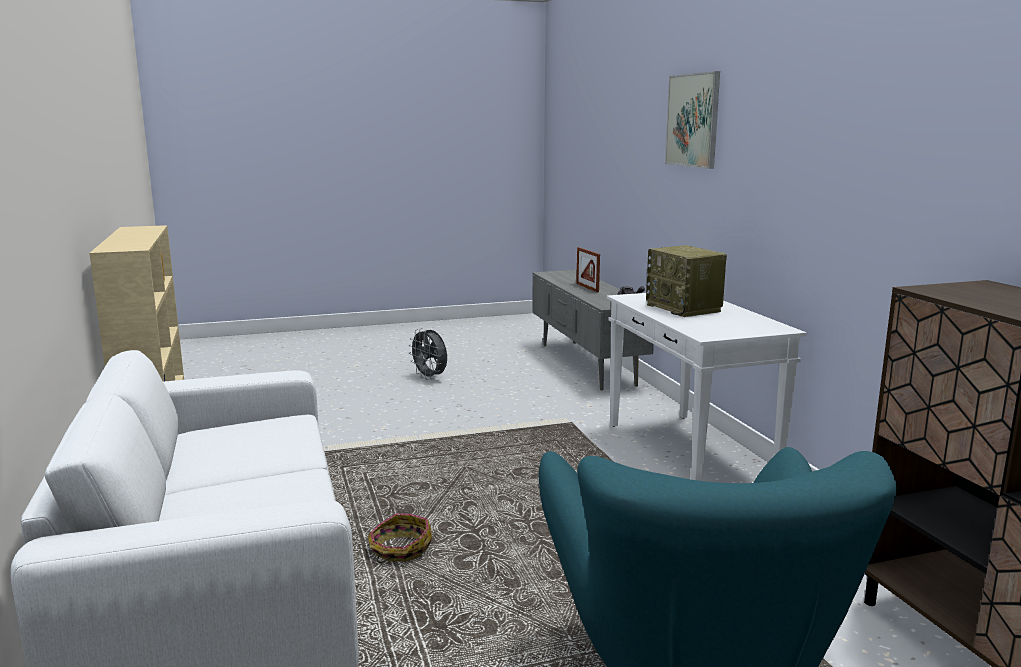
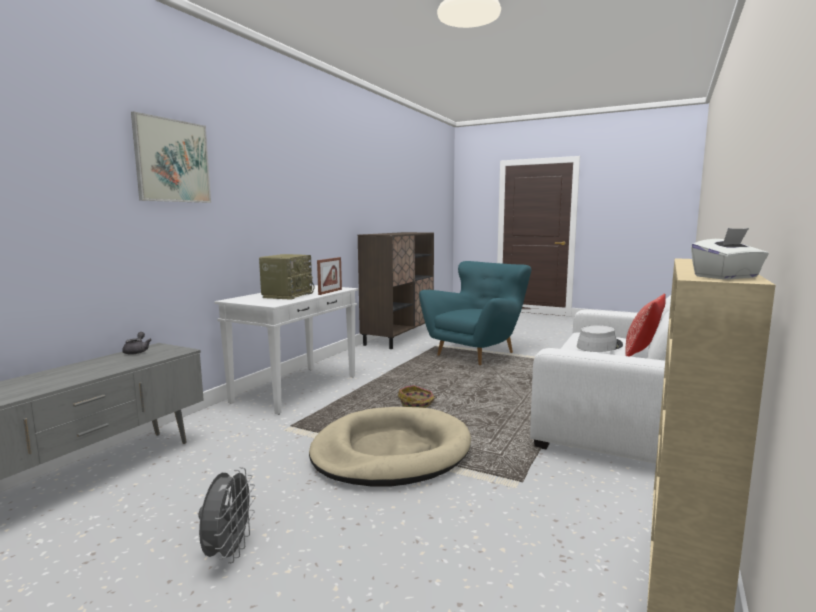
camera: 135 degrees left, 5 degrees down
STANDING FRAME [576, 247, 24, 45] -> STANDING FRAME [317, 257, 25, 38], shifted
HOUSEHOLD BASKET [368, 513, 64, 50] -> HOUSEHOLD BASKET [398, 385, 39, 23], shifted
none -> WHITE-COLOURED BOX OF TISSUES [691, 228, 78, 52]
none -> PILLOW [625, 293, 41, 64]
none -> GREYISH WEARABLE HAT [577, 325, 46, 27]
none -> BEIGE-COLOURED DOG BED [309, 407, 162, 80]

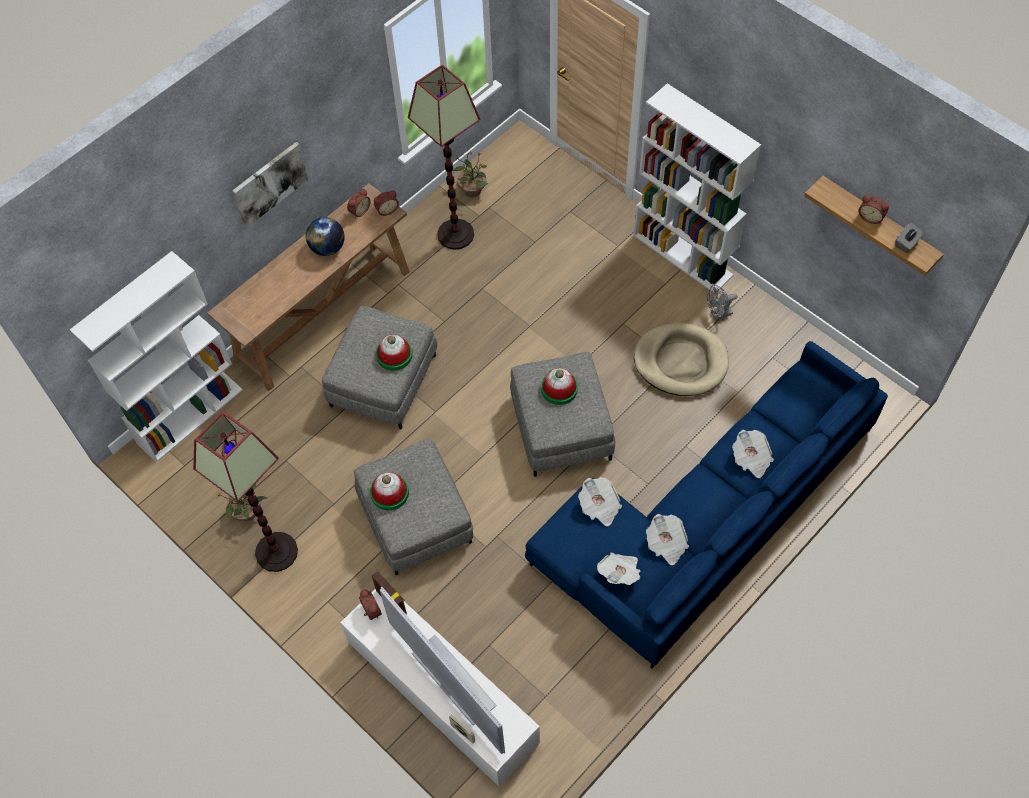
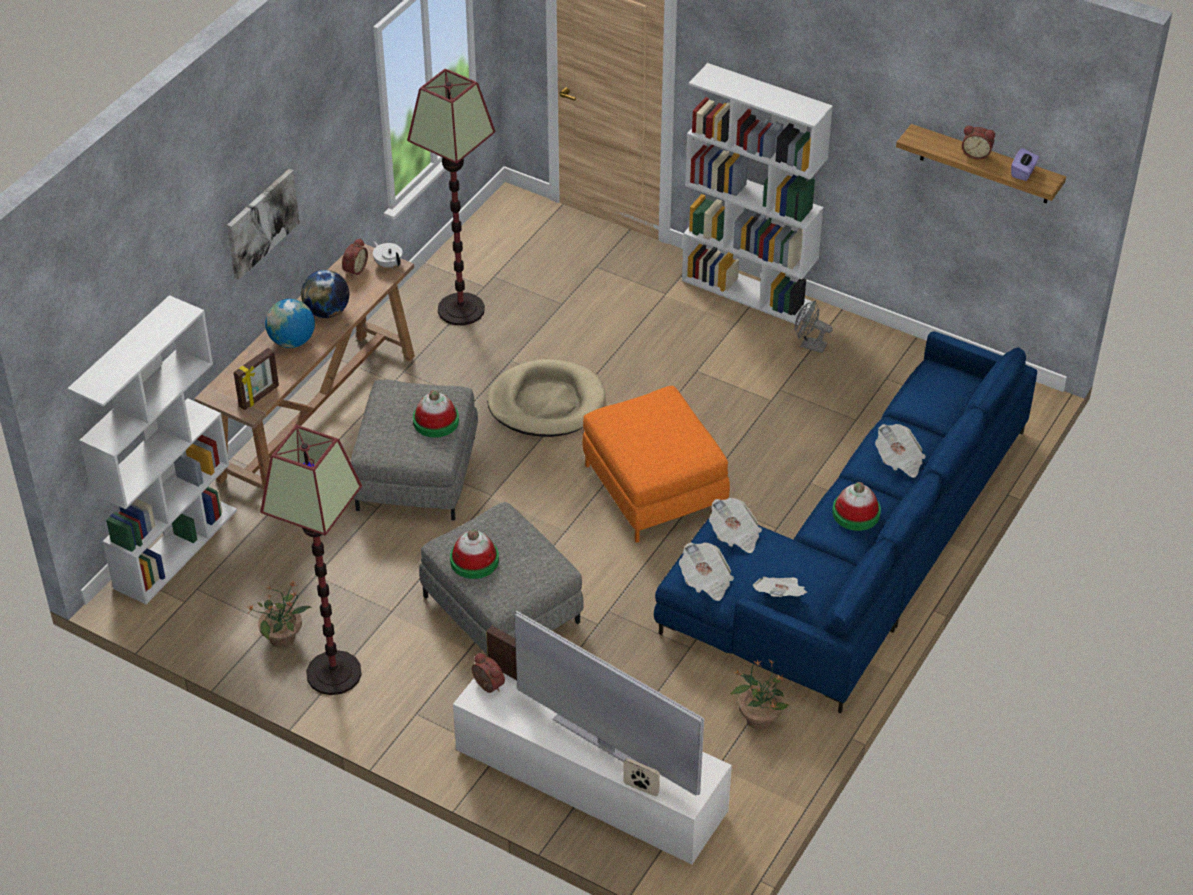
camera: 15 degrees left, 15 degrees down
HOUSEPLANT [453, 151, 35, 46] -> HOUSEPLANT [731, 659, 58, 71], shifted
ALARM CLOCK [374, 190, 25, 26] -> WHITE-COLOURED TEA POT [373, 241, 29, 27]
GREYISH BOX OF TISSUES [895, 222, 29, 31] -> PURPLISH BOX OF TISSUES [1011, 148, 28, 33]
GREYISH COOLING FAN [707, 285, 31, 35] -> GREYISH COOLING FAN [795, 301, 37, 52], 60 degrees clockwise
BEIGE-COLOURED DOG BED [634, 322, 95, 74] -> BEIGE-COLOURED DOG BED [487, 359, 119, 78], shifted
GREYISH POUFFE [510, 352, 105, 125] -> ORANGE-COLOURED POUFFE [582, 386, 148, 157]
WEARABLE HAT [541, 368, 37, 37] -> WEARABLE HAT [832, 482, 49, 49], shifted
PRINTED PAPER [646, 514, 43, 51] -> PRINTED PAPER [679, 542, 55, 59], shifted
none -> GLOBE [265, 299, 50, 49]
none -> STANDING FRAME [234, 348, 45, 62]

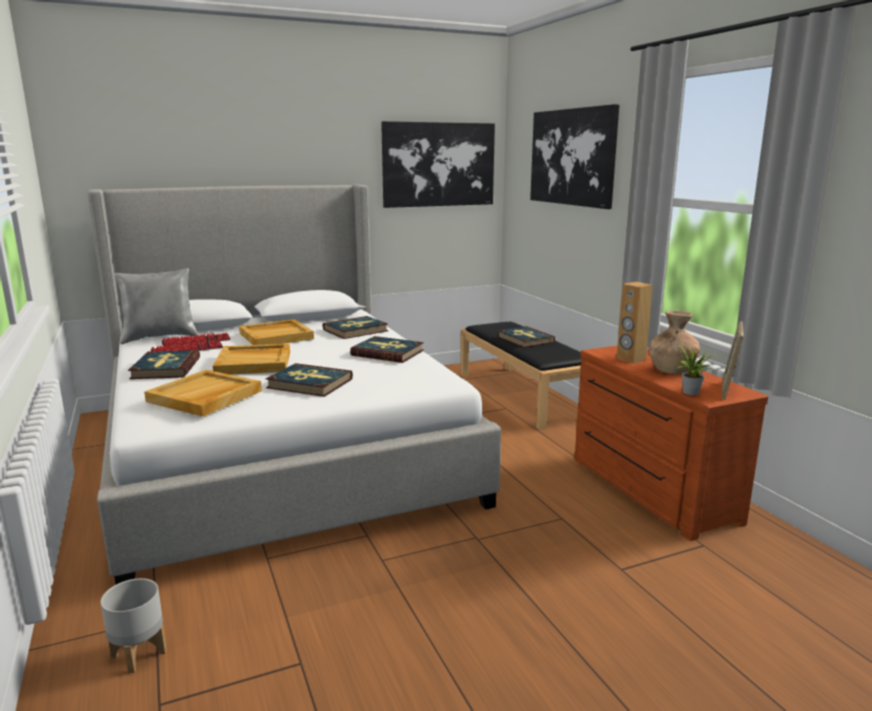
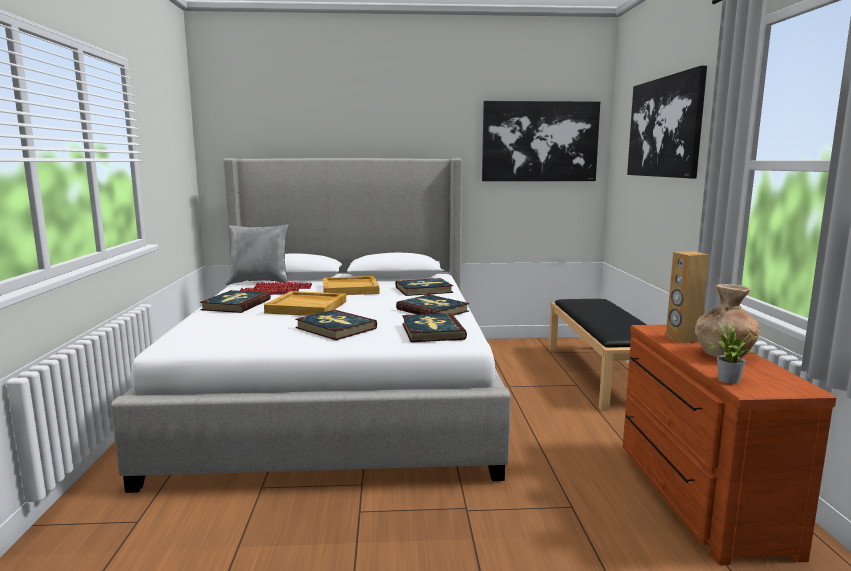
camera: 20 degrees right, 5 degrees down
STANDING FRAME [722, 321, 22, 79] -> none
BOOK [497, 326, 58, 22] -> BOOK [402, 313, 65, 29], shifted
BEIGE-COLOURED SERVING TRAY [144, 370, 118, 47] -> none
GREYISH PLANT POT [101, 578, 66, 95] -> none

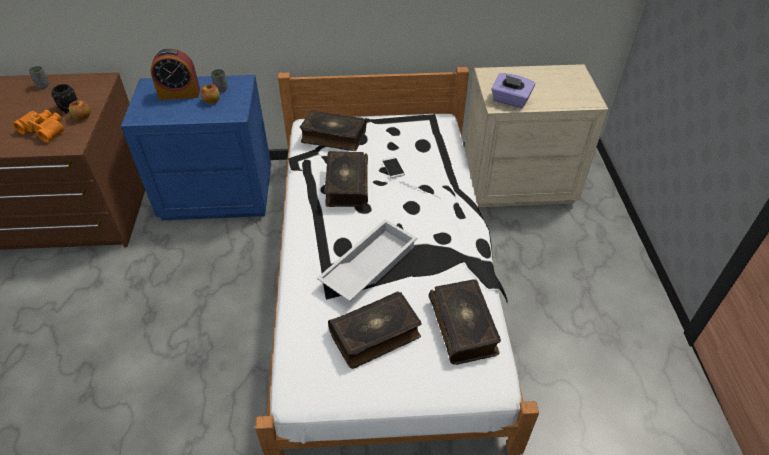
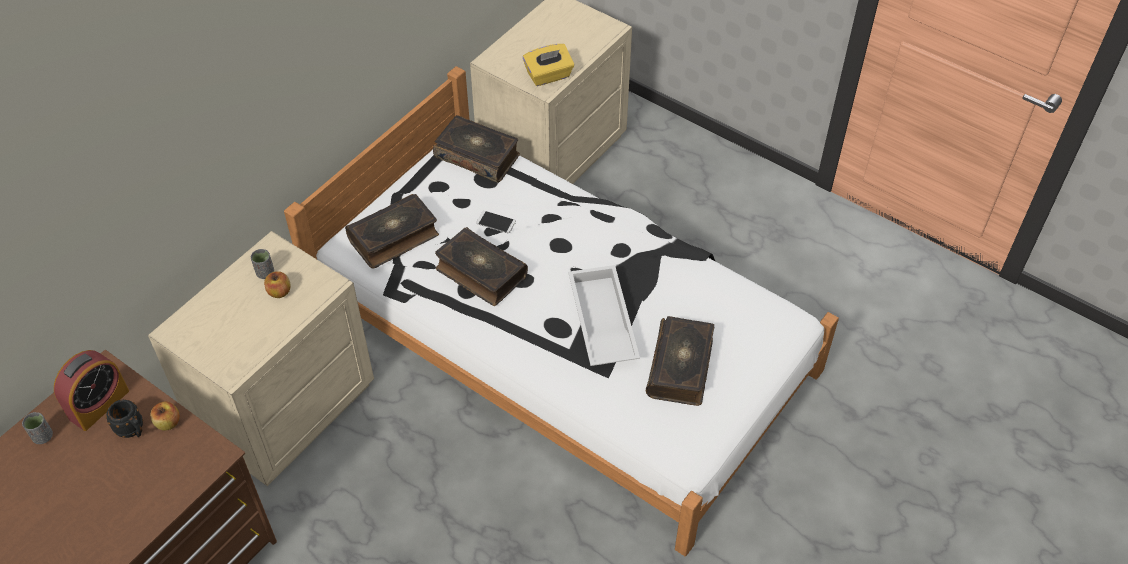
camera: 50 degrees left, 5 degrees up
ALARM CLOCK [151, 48, 49, 52] -> ALARM CLOCK [54, 350, 75, 81], shifted
PURPLISH BOX OF TISSUES [491, 73, 44, 35] -> YELLOWISH BOX OF TISSUES [523, 44, 51, 42]
BLUE NIGHT TABLE [121, 75, 150, 145] -> BEIGE-COLOURED NIGHT TABLE [148, 231, 226, 255]
ORANGE-COLOURED BINOCULARS [13, 110, 51, 33] -> none
BOOK [429, 279, 72, 86] -> BOOK [433, 115, 87, 68], shifted

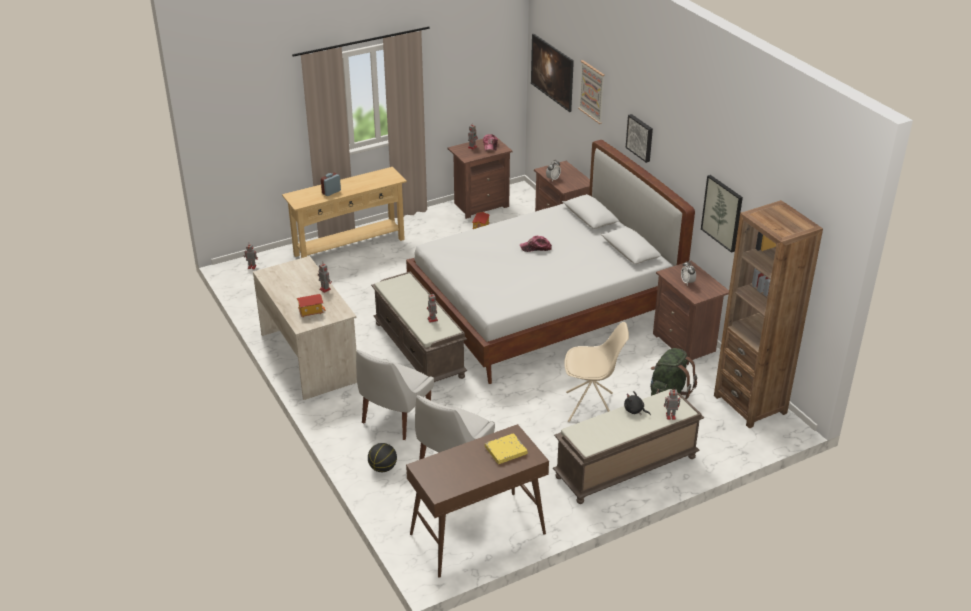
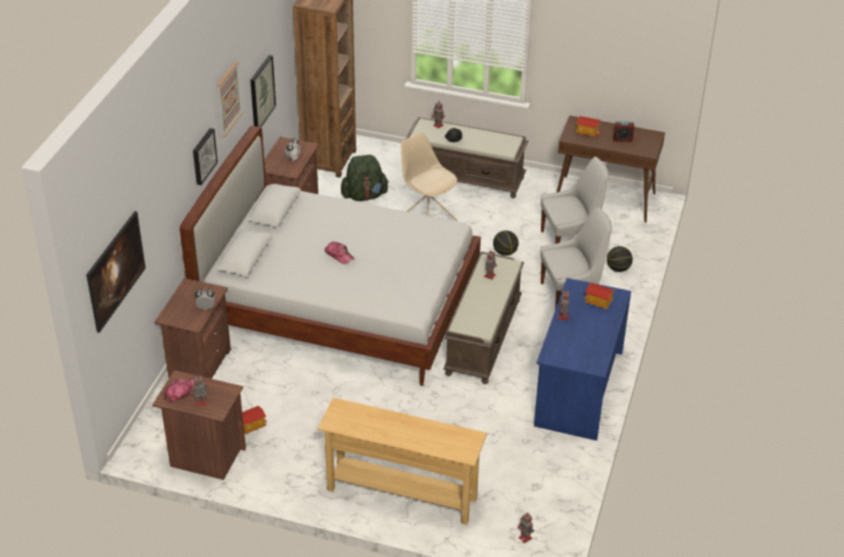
camera: 135 degrees left, 5 degrees up
WALL ART [578, 60, 27, 64] -> WALL ART [217, 62, 26, 75], shifted
ALARM CLOCK [321, 173, 20, 23] -> ALARM CLOCK [613, 121, 21, 21], shifted
BEIGE-COLOURED DESK UNIT [253, 256, 104, 144] -> BLUE DESK UNIT [534, 278, 97, 163]
YELLOWISH BOOK [485, 433, 43, 31] -> MINIATURE HOUSE [576, 116, 24, 21]
none -> BASKETBALL [493, 230, 26, 26]

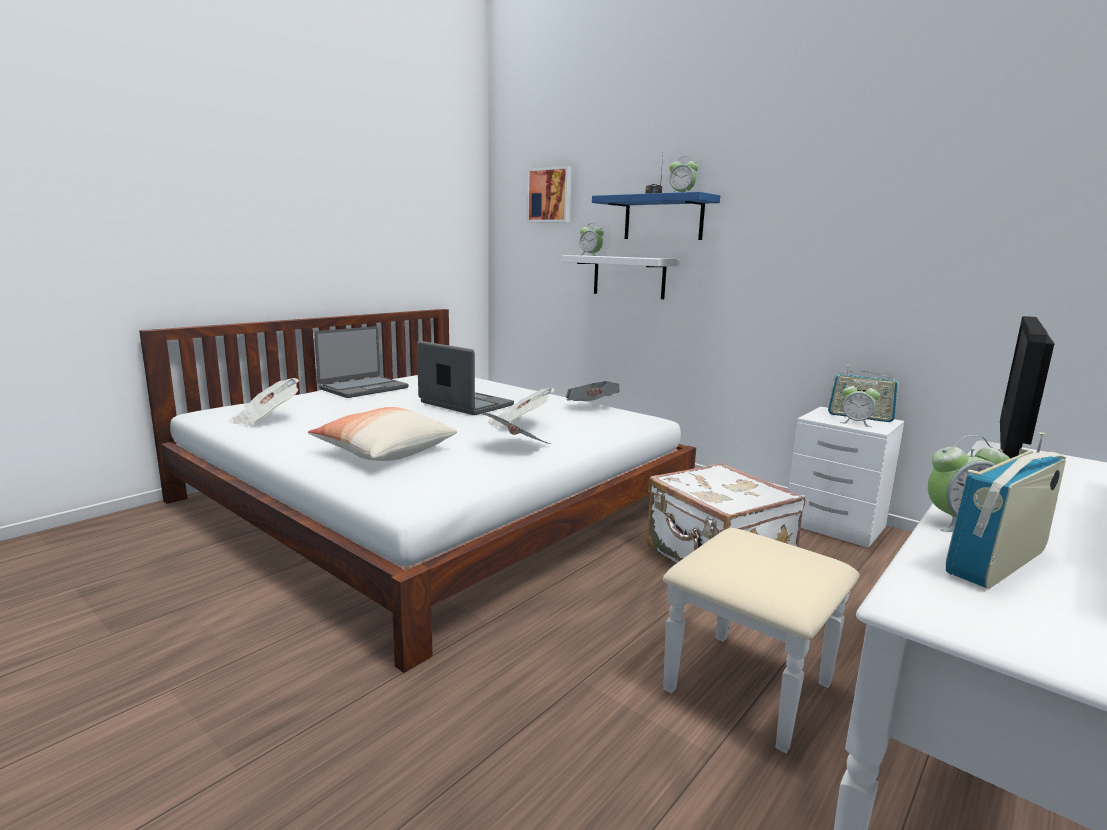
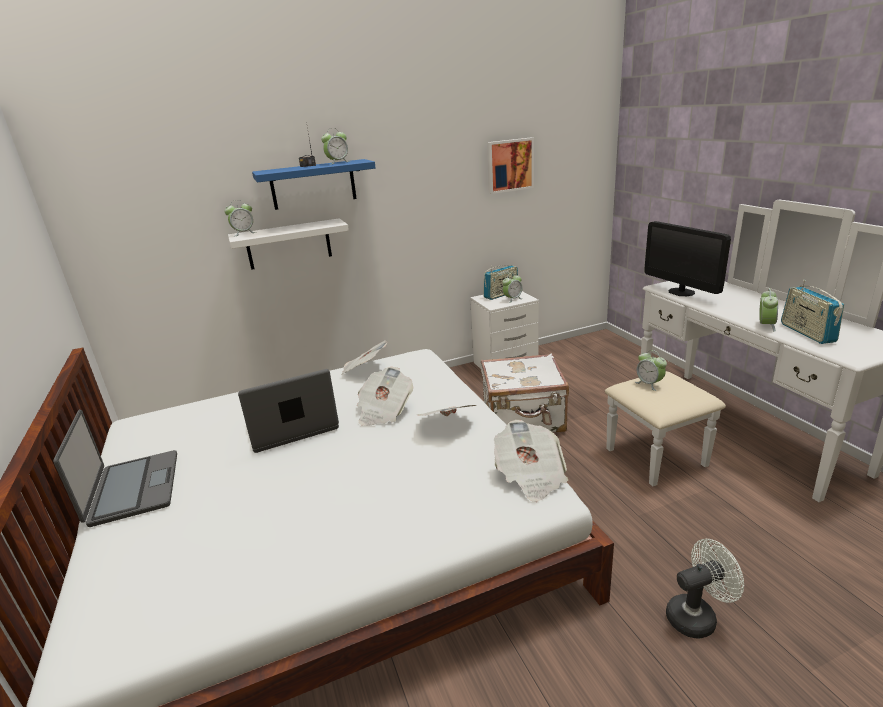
camera: 60 degrees left, 10 degrees up
WALL ART [527, 166, 45, 56] -> WALL ART [487, 137, 47, 57], shifted
PRINTED PAPER [229, 378, 70, 46] -> PRINTED PAPER [494, 420, 74, 82], shifted
PILLOW [308, 407, 149, 54] -> none
none -> ALARM CLOCK [635, 350, 32, 41]
none -> WHITE-COLOURED COOLING FAN [666, 539, 78, 100]

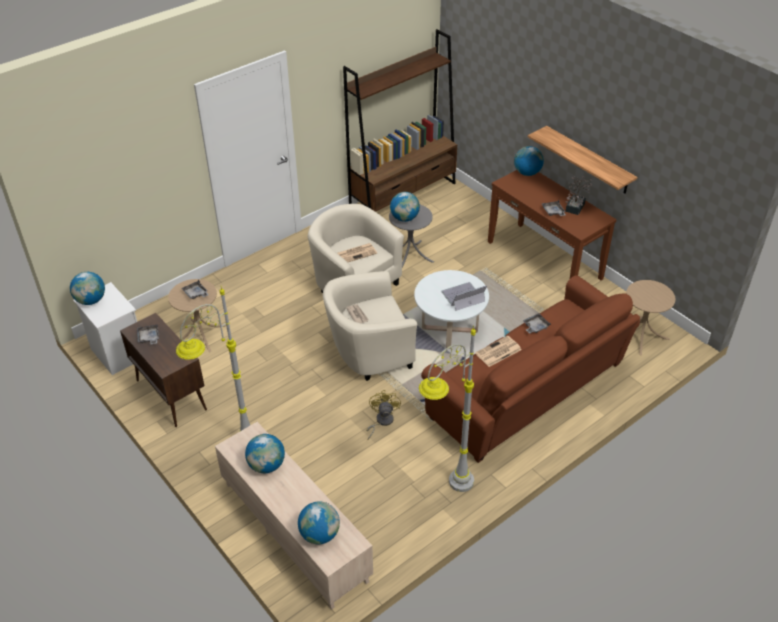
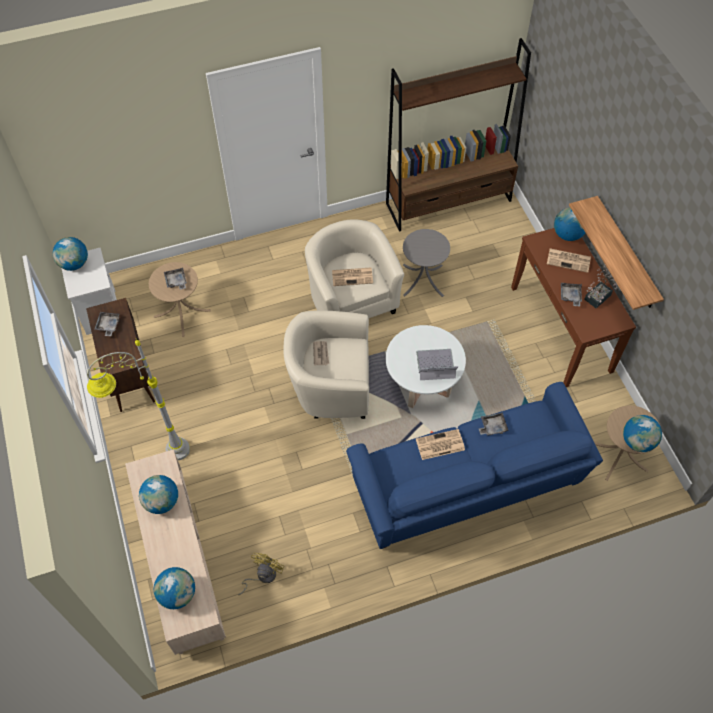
camera: 20 degrees right, 15 degrees up
GLOBE [390, 192, 30, 30] -> GLOBE [623, 415, 39, 37], shifted
BROWN-COLOURED COUCH [421, 275, 219, 188] -> BLUE COUCH [346, 382, 257, 167]
GREYISH STANDING LAMP [419, 326, 57, 166] -> none
YELLOWISH COOLING FAN [366, 390, 35, 50] -> YELLOWISH COOLING FAN [238, 553, 46, 42], shifted
none -> PRINTED PAPER [547, 248, 44, 25]

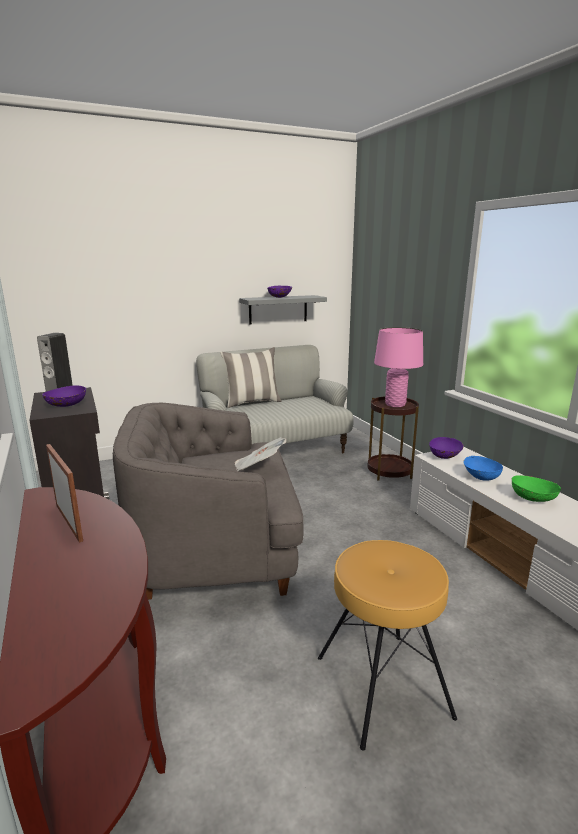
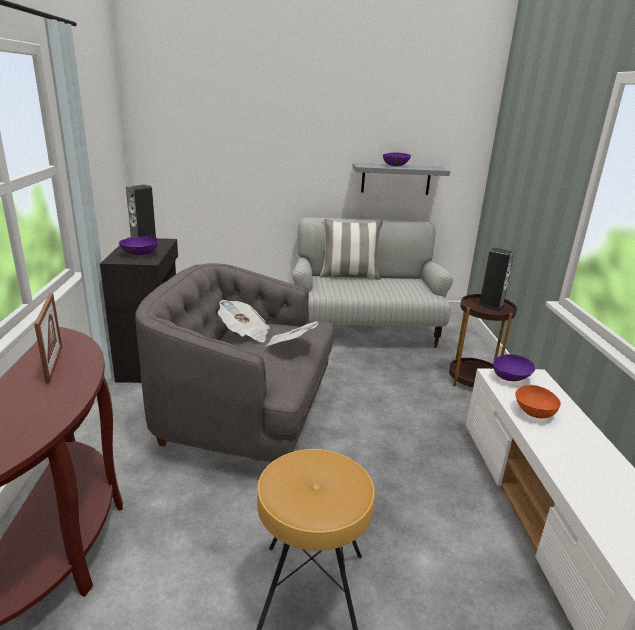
camera: 20 degrees right, 5 degrees up
PINK LAMP FOR A TABLE [374, 327, 49, 80] -> LOUDSPEAKER [478, 247, 36, 64]
BLUE DEEP DISH [463, 456, 40, 25] -> ORANGE-COLOURED DEEP DISH [515, 385, 46, 33]
GREEN DEEP DISH [512, 475, 49, 27] -> none
none -> PRINTED PAPER [218, 300, 52, 42]

